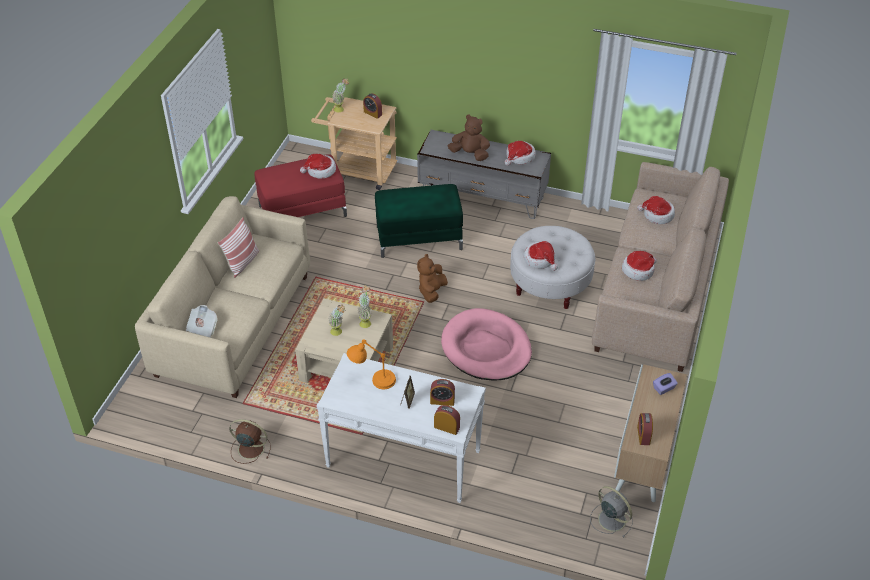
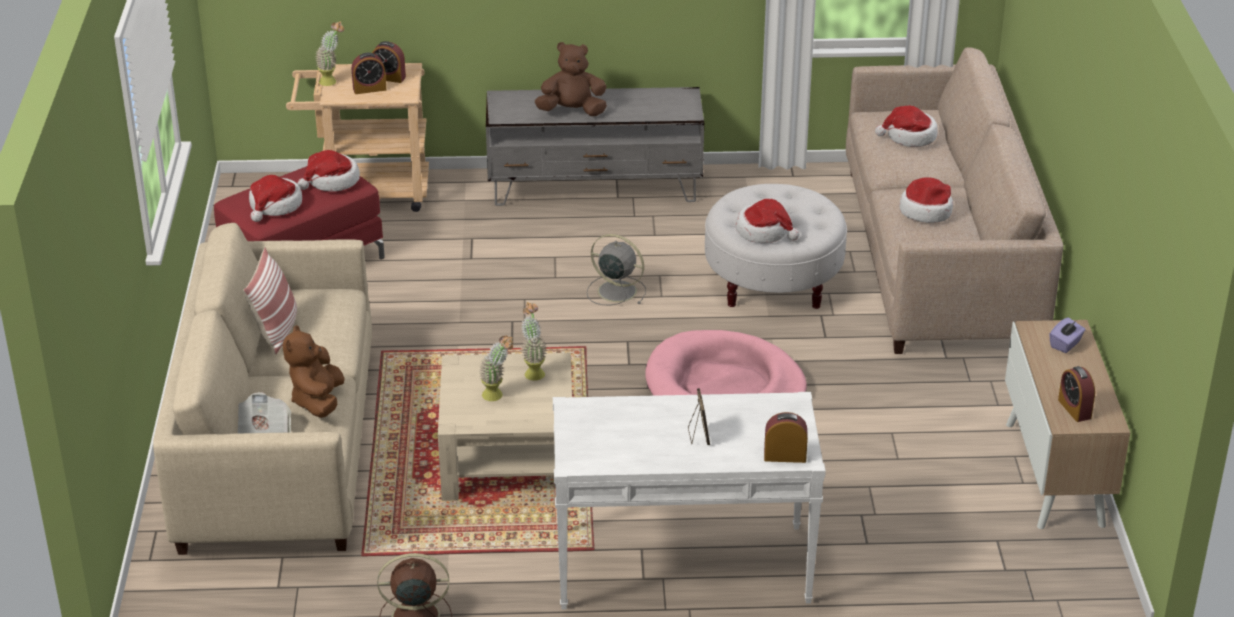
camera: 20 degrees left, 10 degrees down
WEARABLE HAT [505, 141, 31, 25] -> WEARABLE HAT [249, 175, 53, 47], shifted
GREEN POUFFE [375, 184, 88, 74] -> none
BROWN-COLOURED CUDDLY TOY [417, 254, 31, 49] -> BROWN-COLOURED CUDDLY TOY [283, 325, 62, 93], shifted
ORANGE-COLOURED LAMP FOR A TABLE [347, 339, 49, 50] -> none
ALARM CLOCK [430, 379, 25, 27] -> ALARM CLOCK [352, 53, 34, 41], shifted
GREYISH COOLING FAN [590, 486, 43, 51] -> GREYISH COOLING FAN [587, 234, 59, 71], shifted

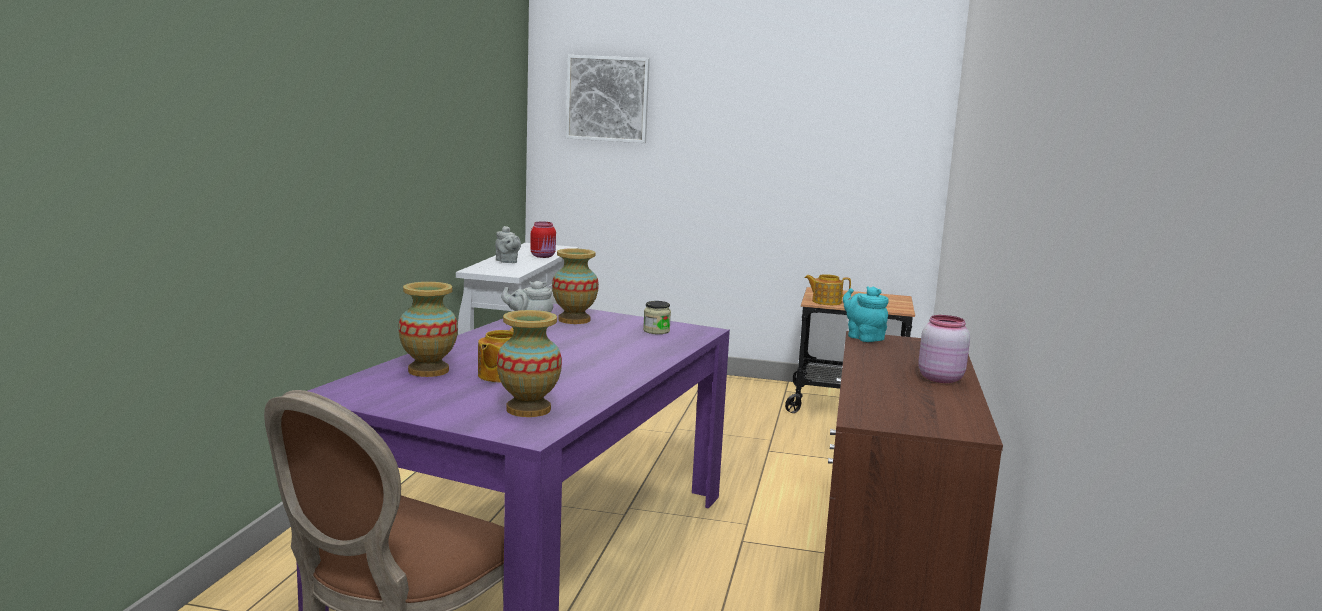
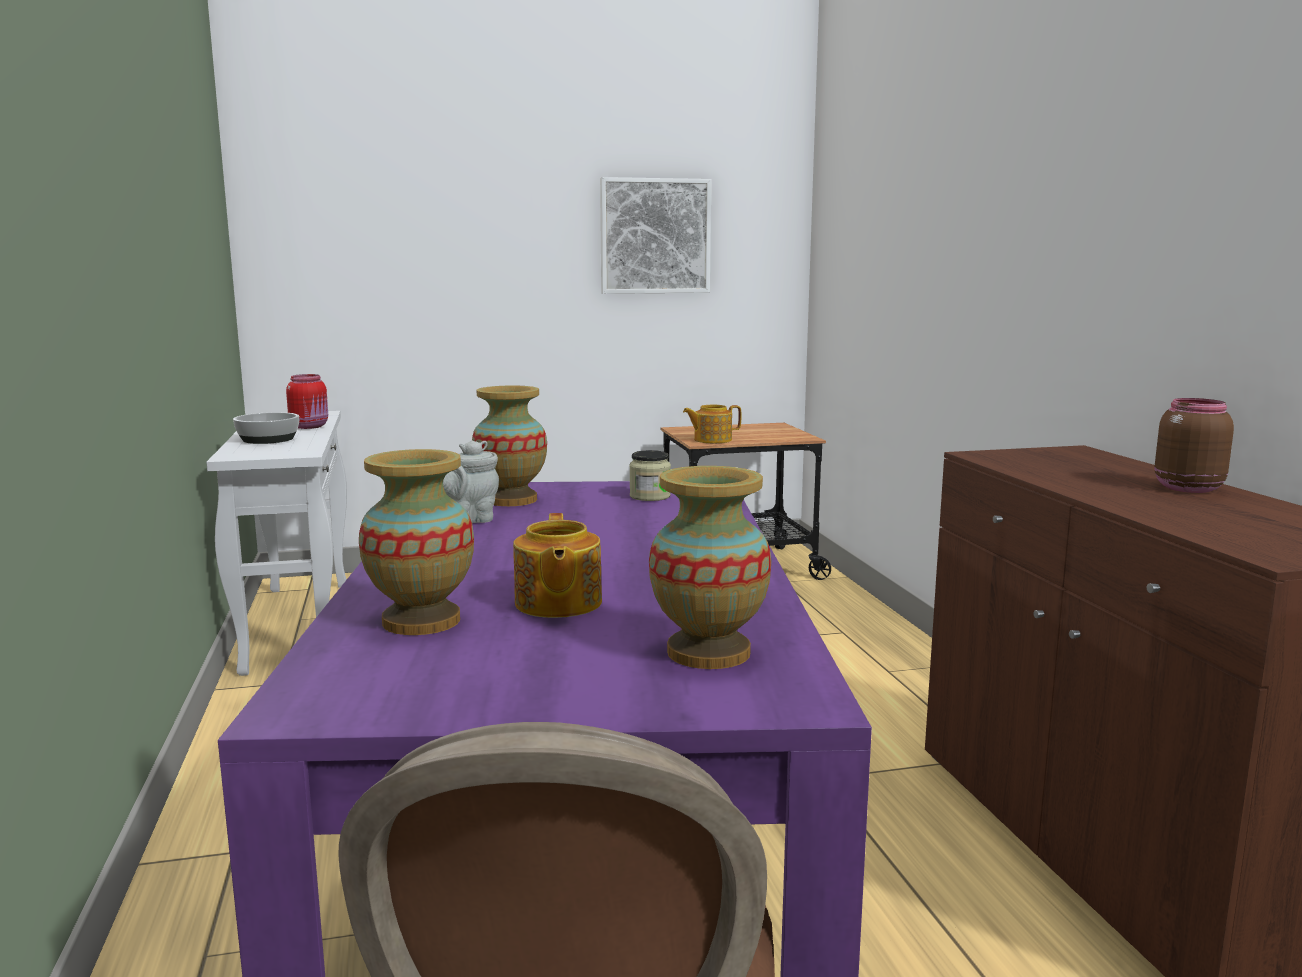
camera: 25 degrees left, 0 degrees up
WALL ART [566, 55, 84, 88] -> WALL ART [600, 177, 111, 117], shifted
GREYISH TEA POT [495, 226, 26, 37] -> DEEP DISH [233, 412, 66, 32]
BLUE-GREEN TEA POT [843, 286, 46, 56] -> none
PINK PRESERVE JAR [918, 315, 52, 68] -> BROWN-COLOURED PRESERVE JAR [1155, 398, 79, 95]

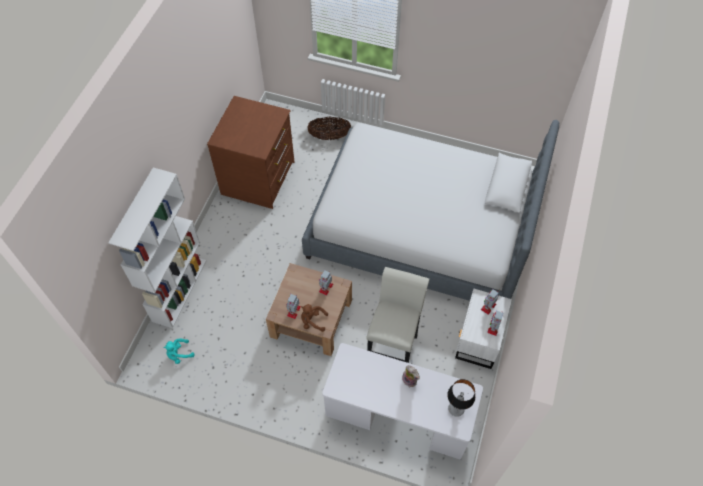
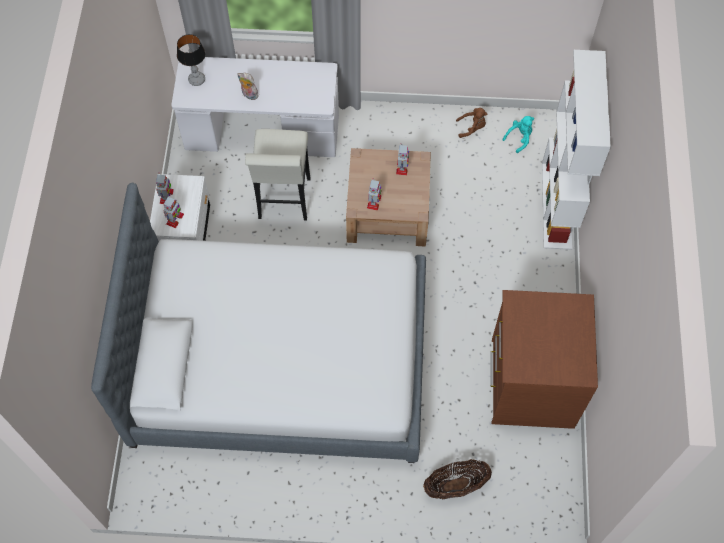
camera: 165 degrees right, 5 degrees up
BROWN-COLOURED CUDDLY TOY [301, 304, 27, 28] -> BROWN-COLOURED CUDDLY TOY [456, 108, 31, 30], shifted

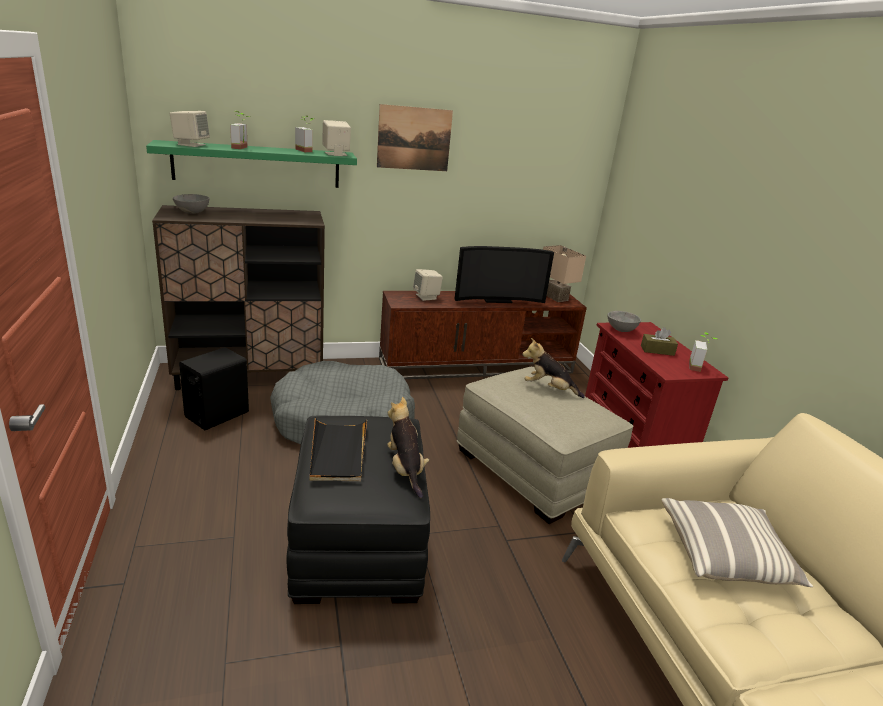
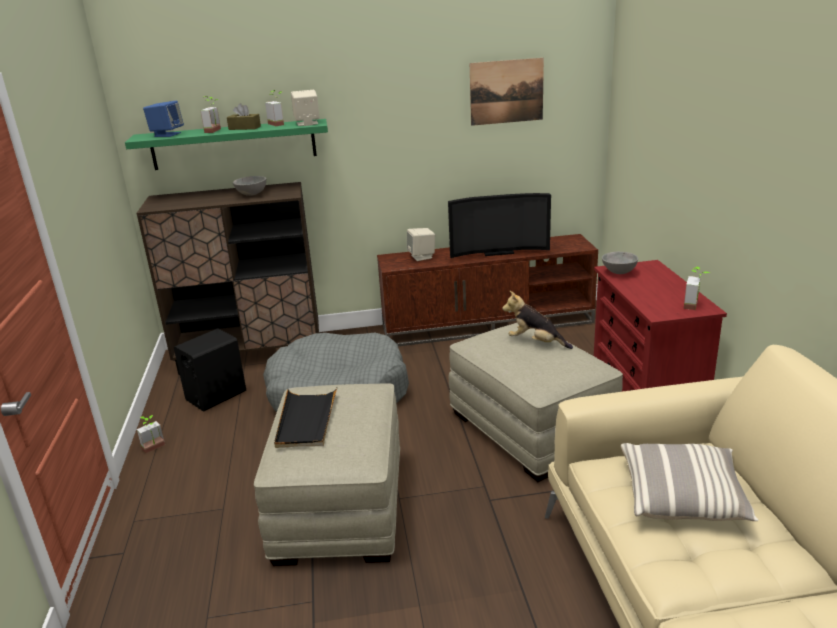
camera: 10 degrees right, 0 degrees up
WALL ART [377, 104, 76, 67] -> WALL ART [470, 58, 74, 68], shifted
BEIGE-COLOURED LOUDSPEAKER [170, 111, 40, 36] -> BLUE LOUDSPEAKER [143, 101, 41, 36]
GREYISH DEEP DISH [173, 194, 36, 20] -> GREYISH DEEP DISH [233, 176, 33, 20], shifted
BEIGE-COLOURED LAMP FOR A TABLE [543, 245, 43, 57] -> none
BROWN-COLOURED BOX OF TISSUES [641, 327, 37, 29] -> BROWN-COLOURED BOX OF TISSUES [227, 103, 34, 27], shifted
CUDDLY TOY [387, 397, 42, 101] -> none
BLACKISH POUFFE [286, 415, 144, 189] -> BEIGE-COLOURED POUFFE [254, 384, 146, 182]
none -> HOUSEPLANT [137, 415, 28, 38]

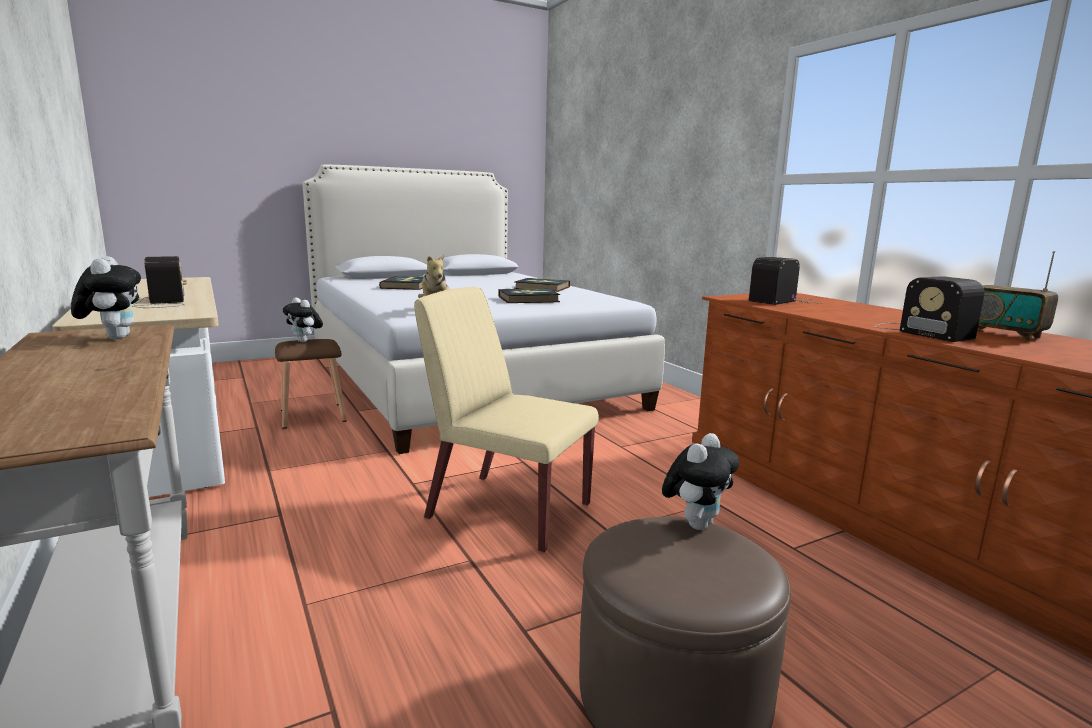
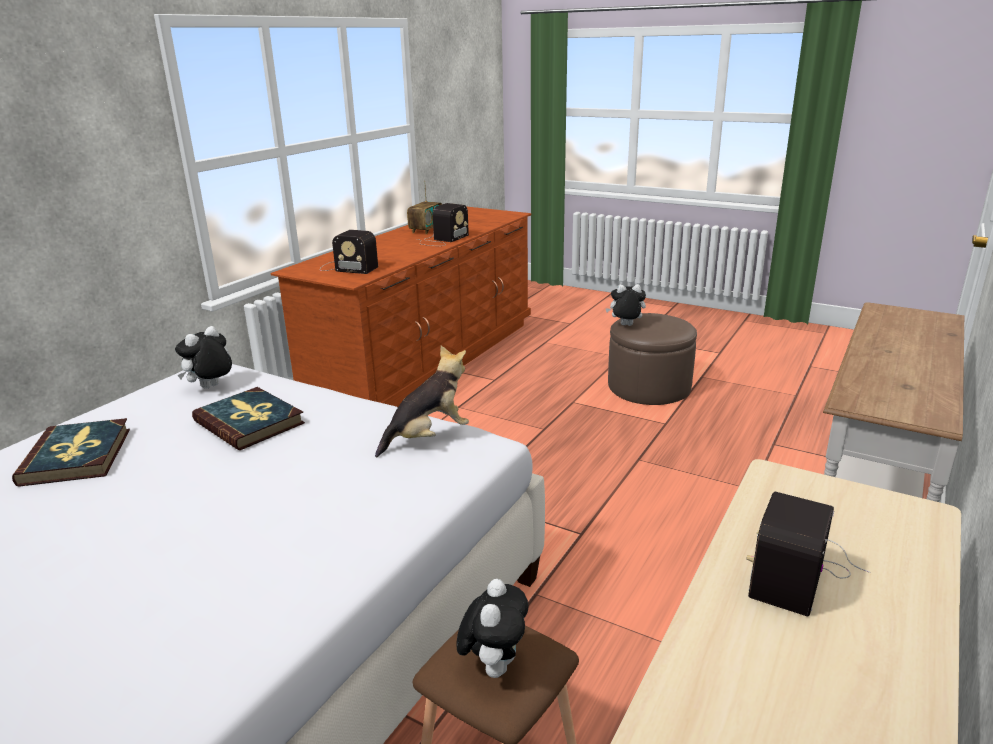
camera: 120 degrees left, 10 degrees up
CUDDLY TOY [71, 256, 70, 84] -> CUDDLY TOY [175, 326, 57, 63], shifted
BOOK [379, 276, 44, 14] -> none
BEIGE-COLOURED CHAIR [414, 287, 185, 266] -> none

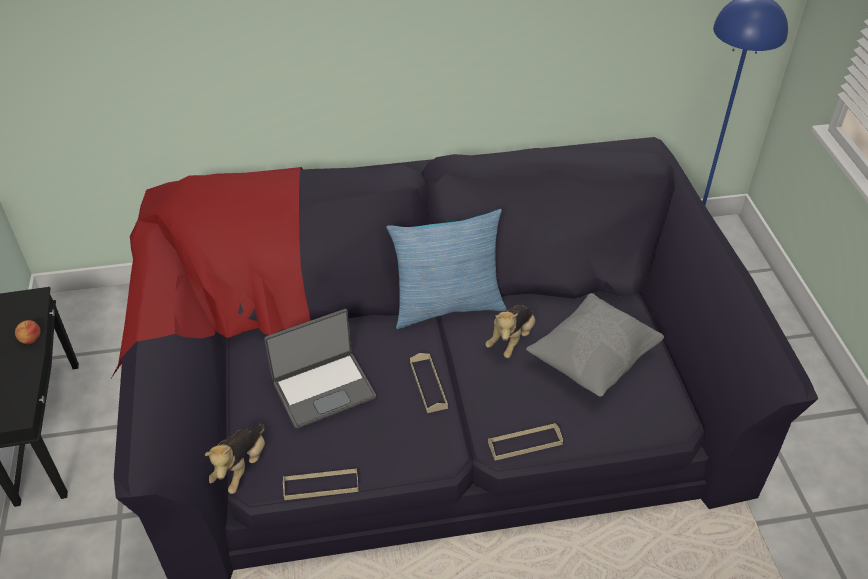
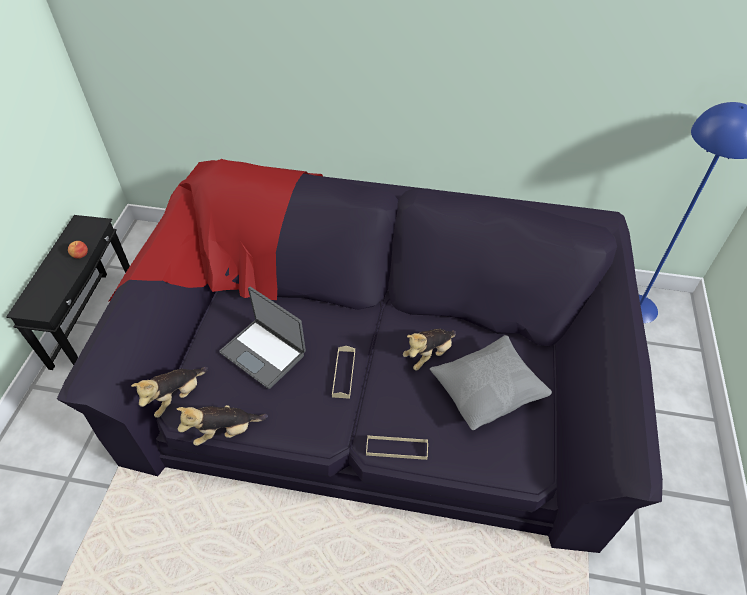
camera: 20 degrees right, 5 degrees up
PILLOW [386, 209, 121, 120] -> none
LAPTOP [264, 309, 112, 120] -> LAPTOP [219, 287, 87, 102], 45 degrees clockwise
BEIGE-COLOURED SERVING TRAY [283, 468, 76, 32] -> CUDDLY TOY [177, 405, 91, 41]

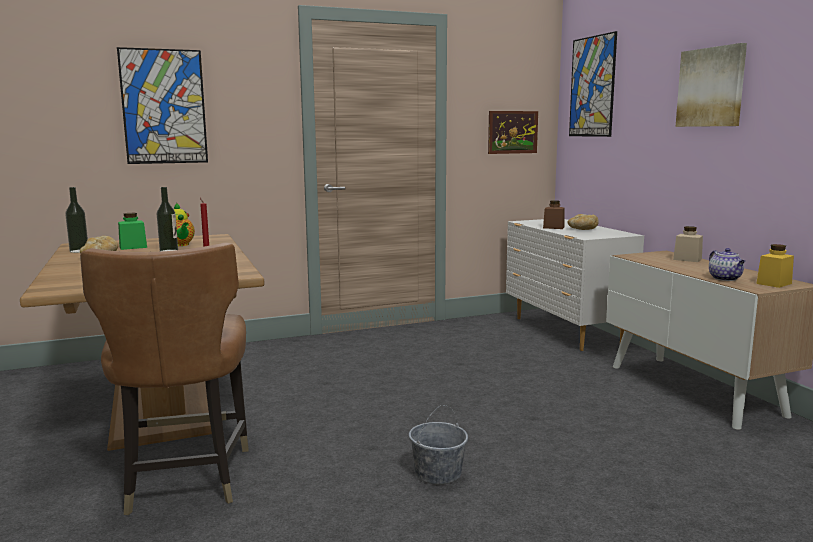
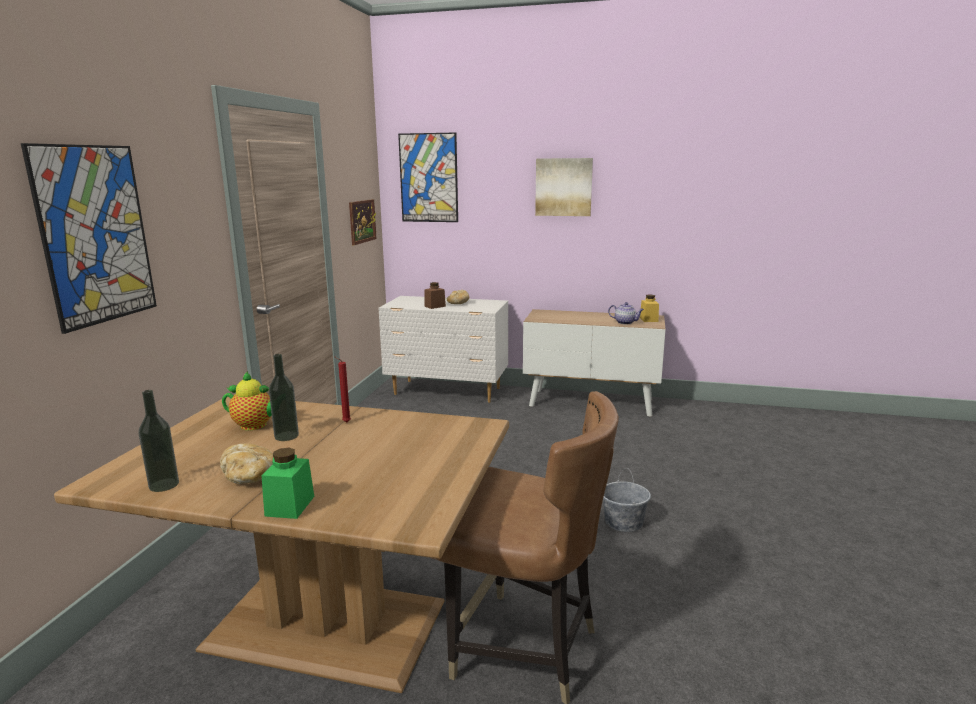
camera: 55 degrees left, 5 degrees up
GREEN PRESERVE JAR [118, 213, 29, 37] -> GREEN PRESERVE JAR [261, 448, 53, 71], shifted
BEIGE-COLOURED PRESERVE JAR [673, 226, 30, 36] -> none

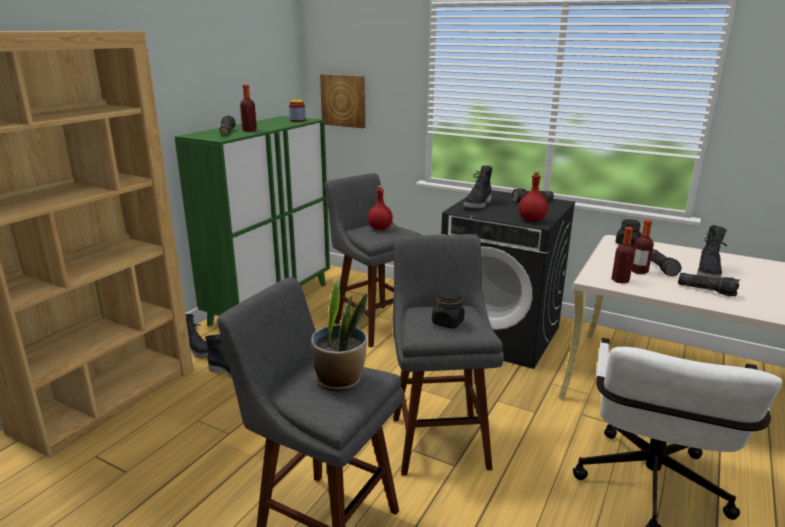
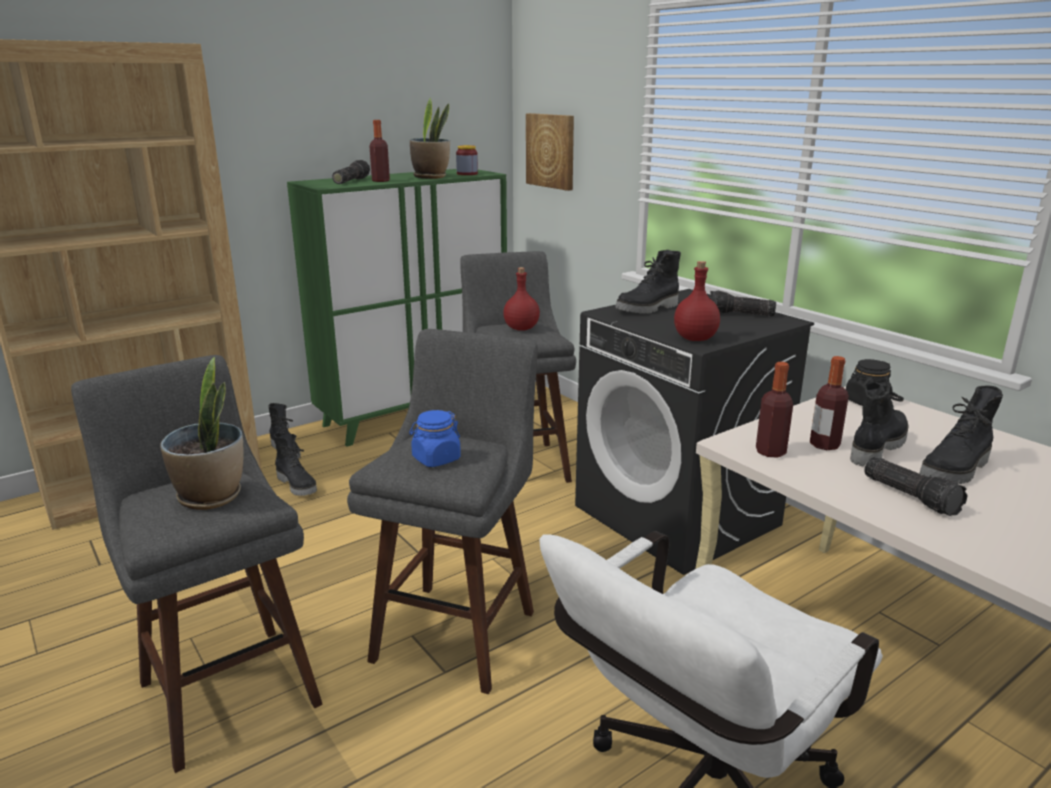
camera: 25 degrees right, 0 degrees up
FLASHLIGHT [651, 249, 31, 27] -> BLACKISH HIGH-TOP BOOT [850, 378, 59, 89]
BLACKISH PRESERVE JAR [432, 289, 33, 39] -> BLUE PRESERVE JAR [409, 410, 52, 57]
none -> HOUSEPLANT [410, 98, 40, 81]

